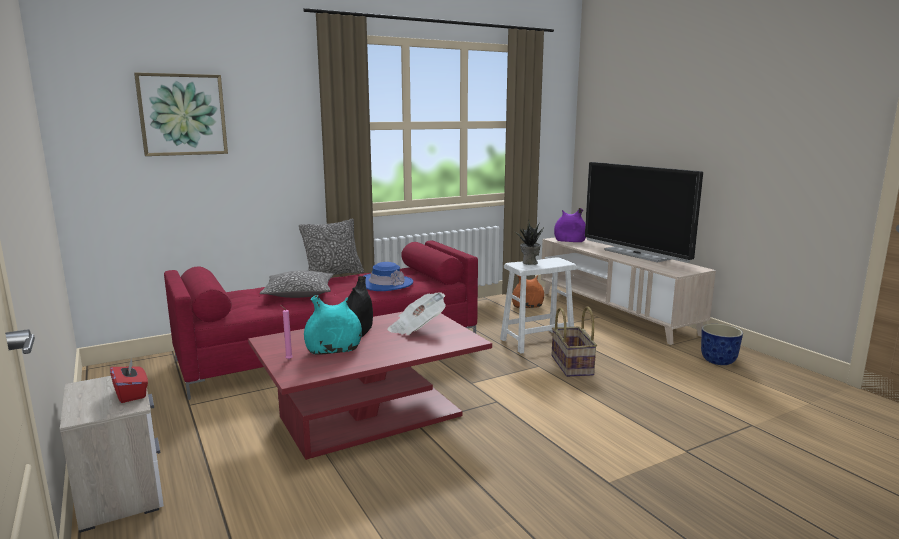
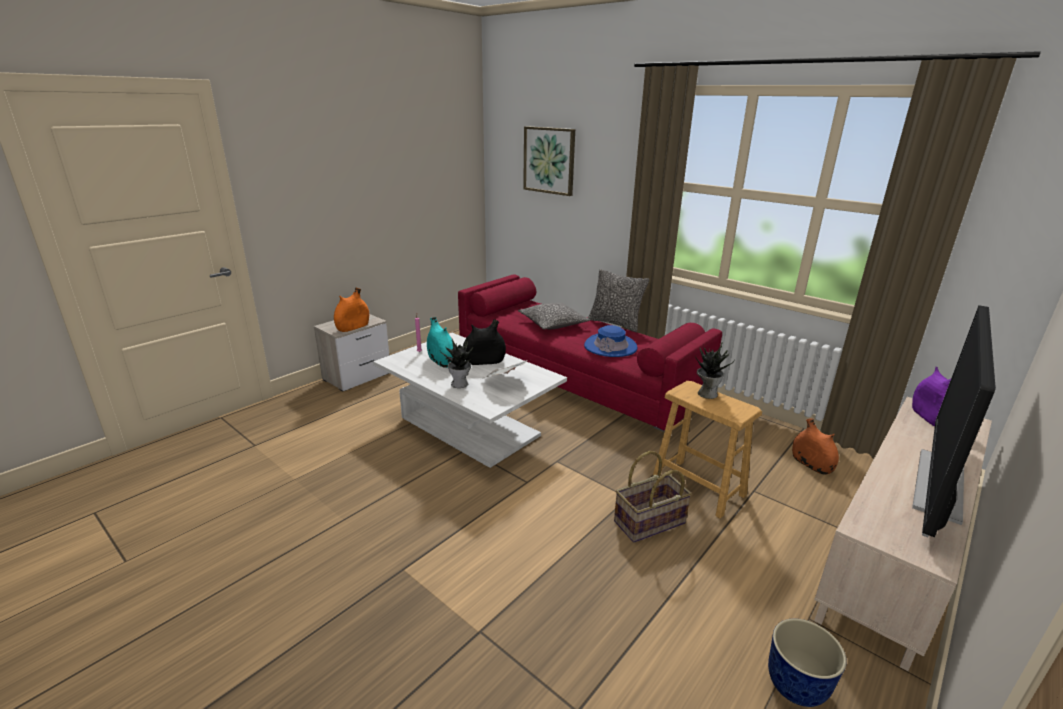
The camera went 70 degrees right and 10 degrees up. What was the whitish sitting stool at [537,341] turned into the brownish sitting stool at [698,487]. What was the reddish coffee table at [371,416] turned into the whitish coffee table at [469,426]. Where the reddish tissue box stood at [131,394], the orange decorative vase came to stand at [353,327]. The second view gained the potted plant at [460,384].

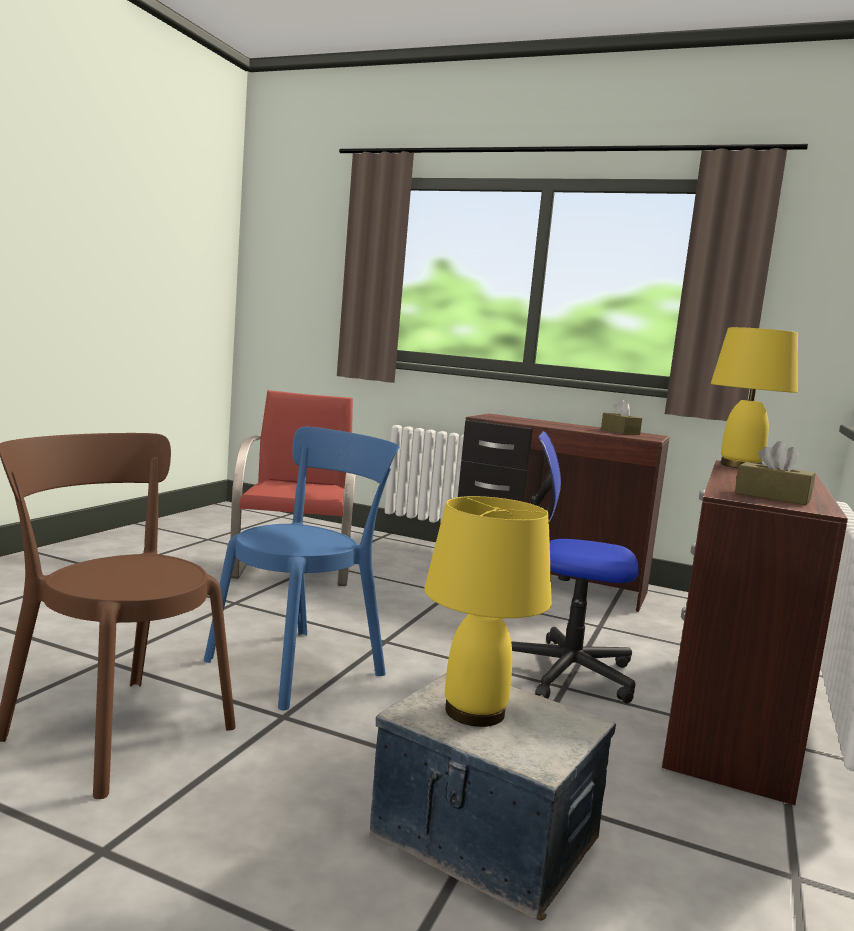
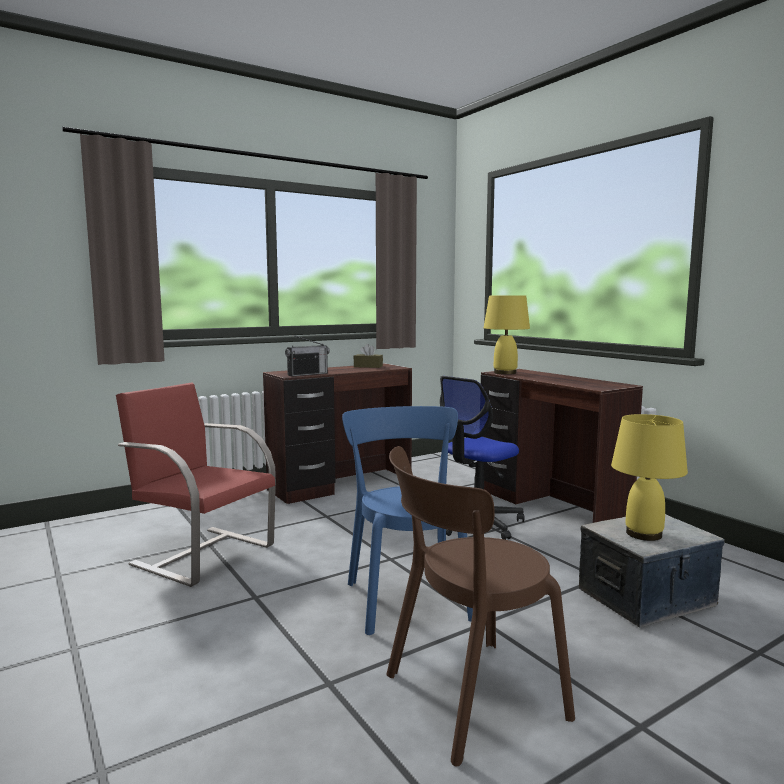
The camera went 55 degrees left and 0 degrees up. The second view lost the brownish tissue box at [772,497]. The second view gained the radio receiver at [307,374].

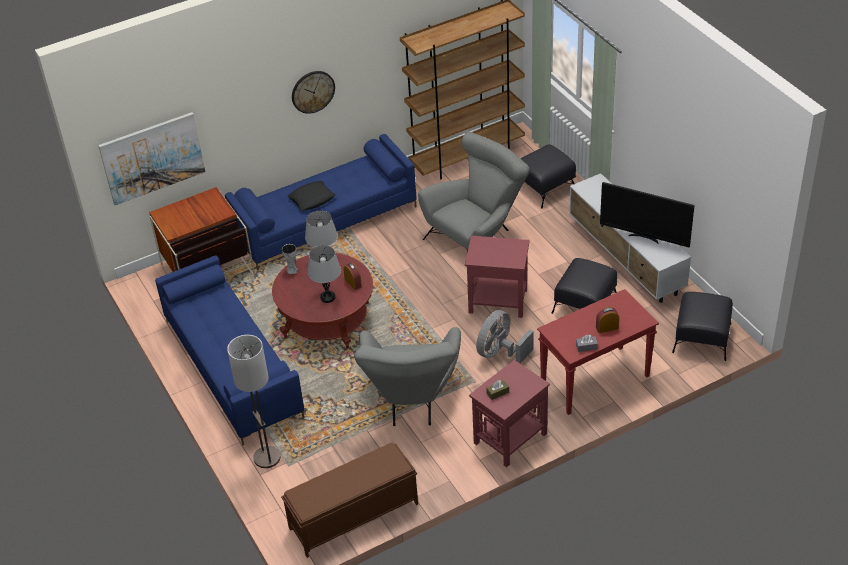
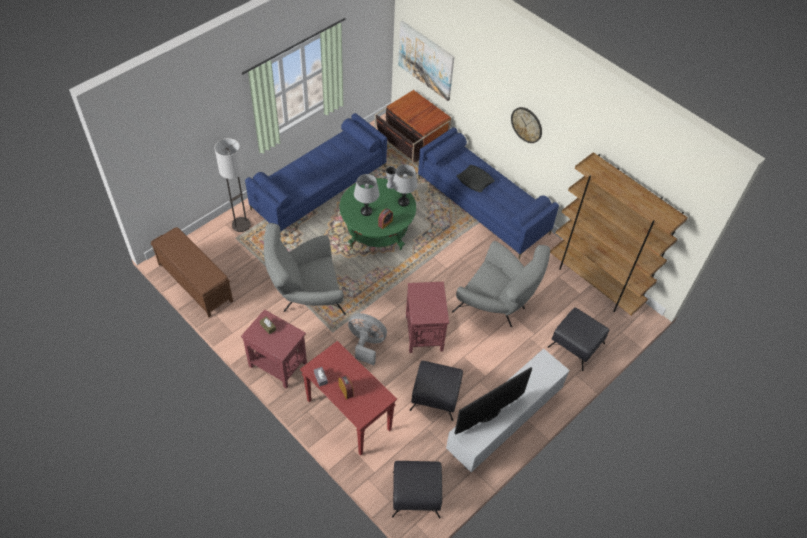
The camera went 70 degrees right and 10 degrees up. The TV at [644,237] ended up facing another way, 45 degrees clockwise from before. What was the reddish coffee table at [327,320] turned into the green coffee table at [377,229].

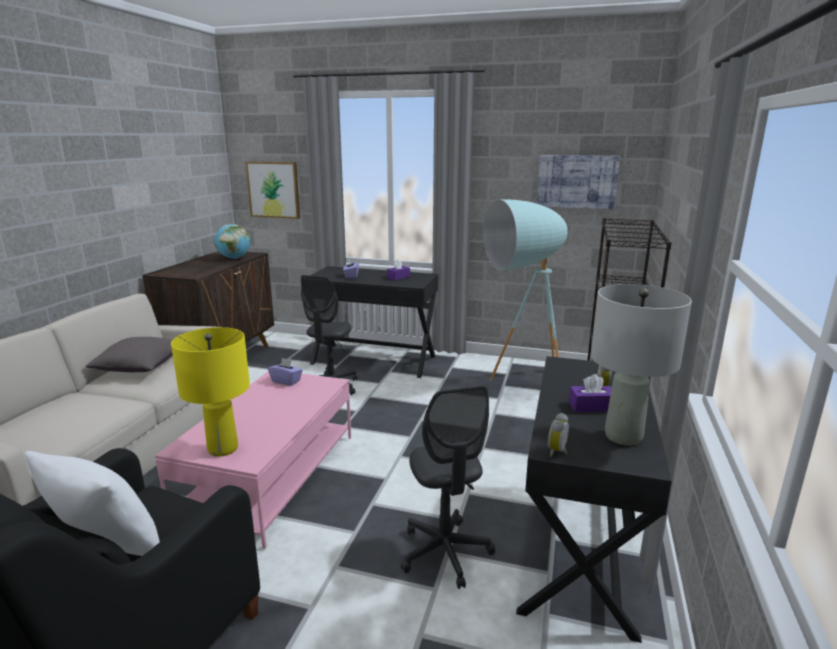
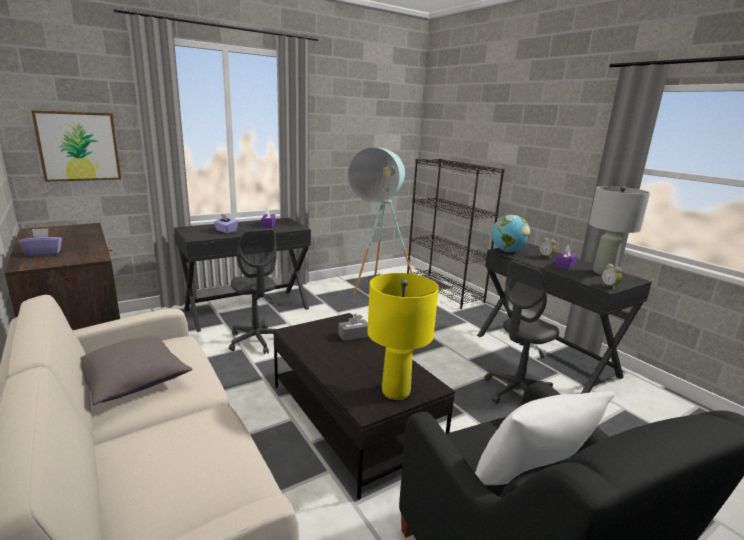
The camera went 50 degrees left and 0 degrees up. The second view lost the wall picture at [576,181]. The world globe ended up elsewhere, having gone from [234,258] to [507,251]. The purple tissue box ended up elsewhere, having gone from [286,381] to [44,253]. What was the pinkish coffee table at [271,476] turned into the black-coloured coffee table at [351,419]. The gray office chair at [445,552] ended up facing another way, 120 degrees clockwise from before. The second view gained the gray tissue box at [354,335].

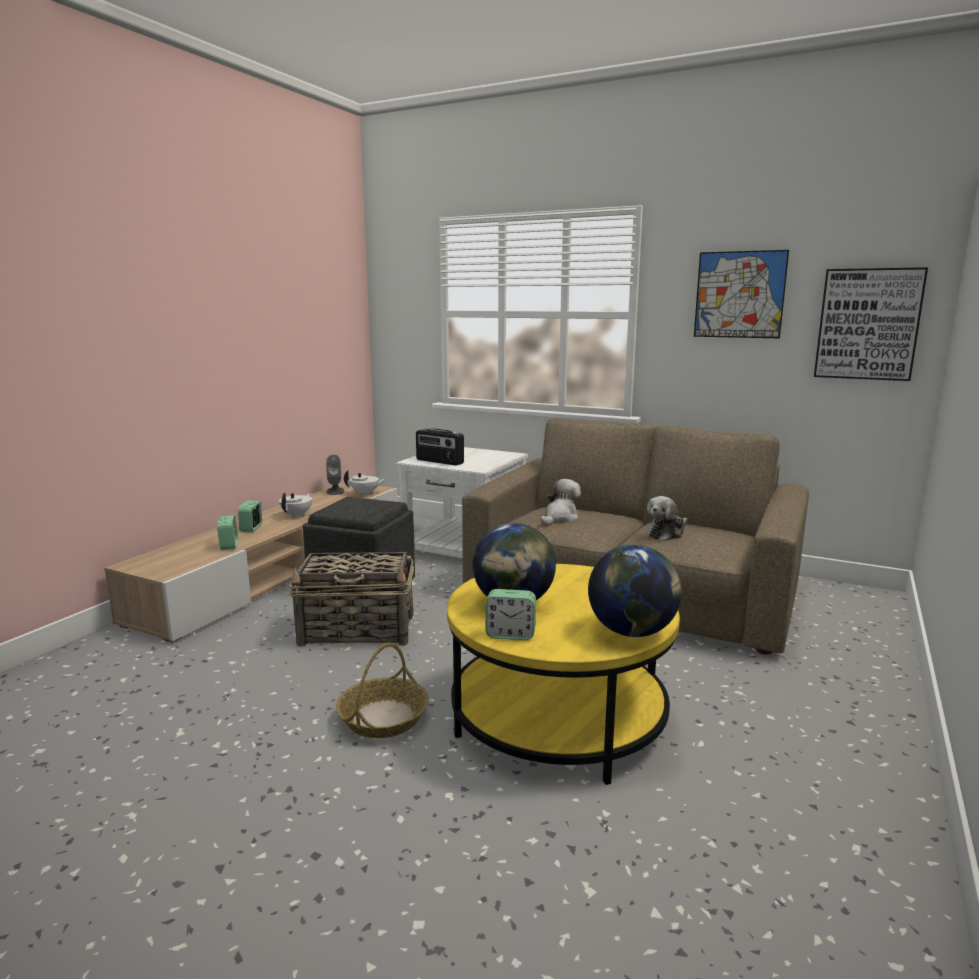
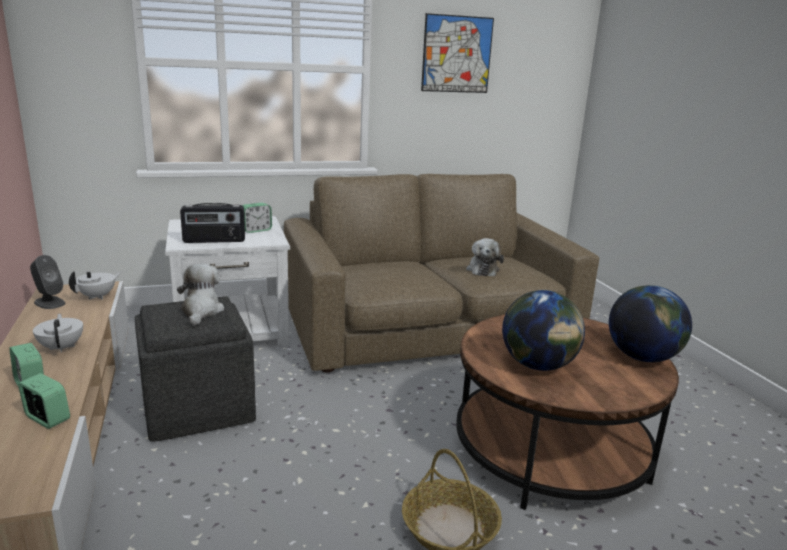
The camera went 45 degrees left and 5 degrees up. The second view lost the wall picture at [868,324]. The cuddly toy ended up elsewhere, having gone from [560,518] to [201,311]. The second view lost the basket at [358,630]. What was the yellow coffee table at [558,716] turned into the brownish coffee table at [550,450]. The bedside clock ended up elsewhere, having gone from [510,634] to [256,230].

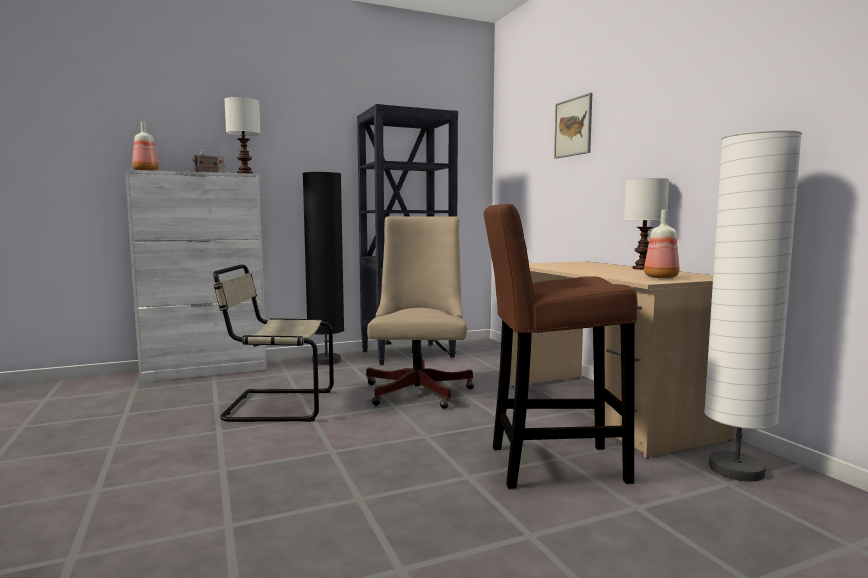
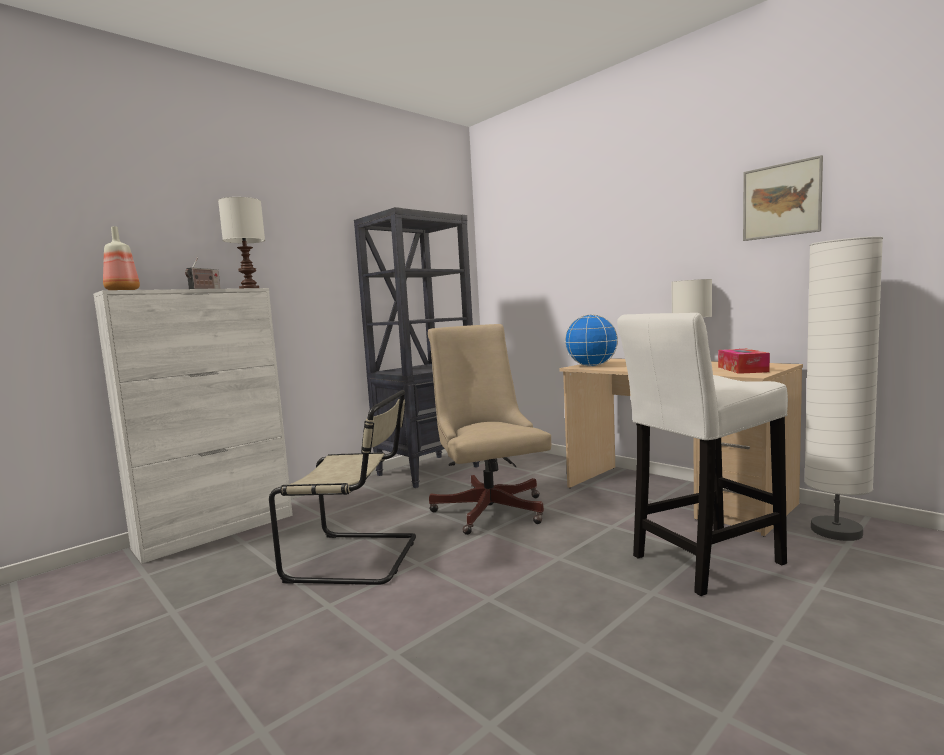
The camera went 20 degrees left and 0 degrees up. The wall picture ended up elsewhere, having gone from [573,127] to [781,200]. The second view lost the black-coloured standing lamp at [326,361]. What was the brownish sitting stool at [549,465] turned into the whitish sitting stool at [702,562]. Where the beverage bottle stood at [660,277], the tissue box came to stand at [742,369]. The beige-coloured chair at [275,406] ended up facing another way, 150 degrees counterclockwise from before. The second view gained the world globe at [591,366].

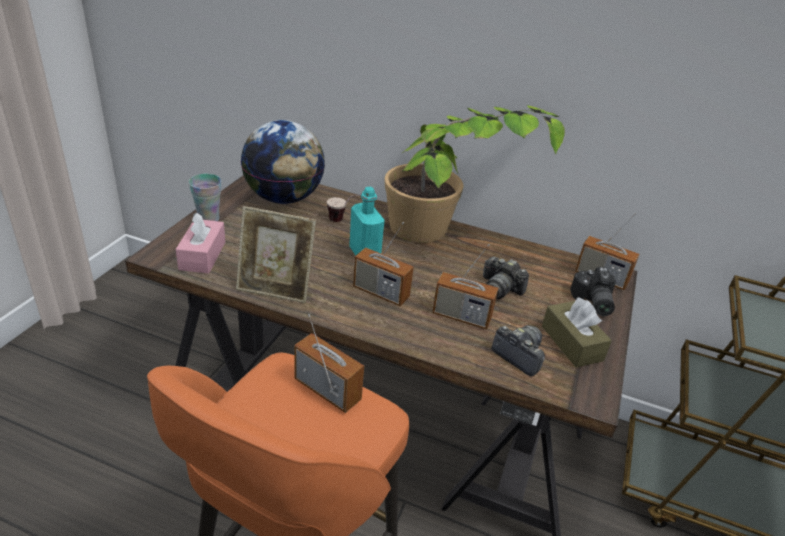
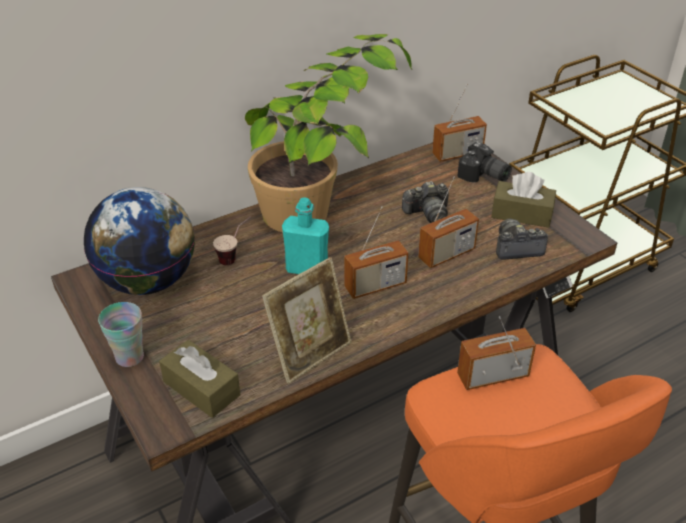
The camera went 50 degrees left and 5 degrees up. What was the pinkish tissue box at [202,255] turned into the brownish tissue box at [201,388].

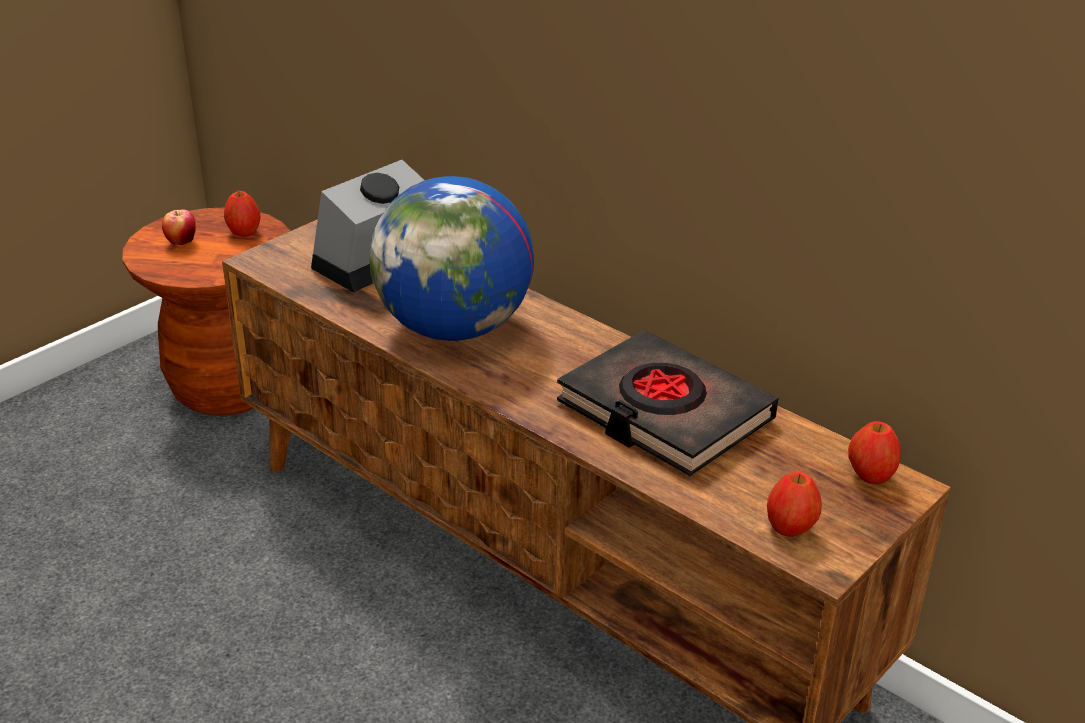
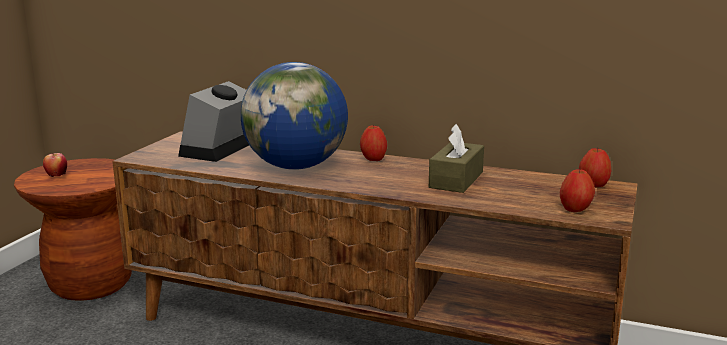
The camera went 20 degrees left and 15 degrees down. The apple fruit ended up elsewhere, having gone from [244,232] to [373,159]. Where the black-coloured volume stood at [664,412], the brownish tissue box came to stand at [456,180].

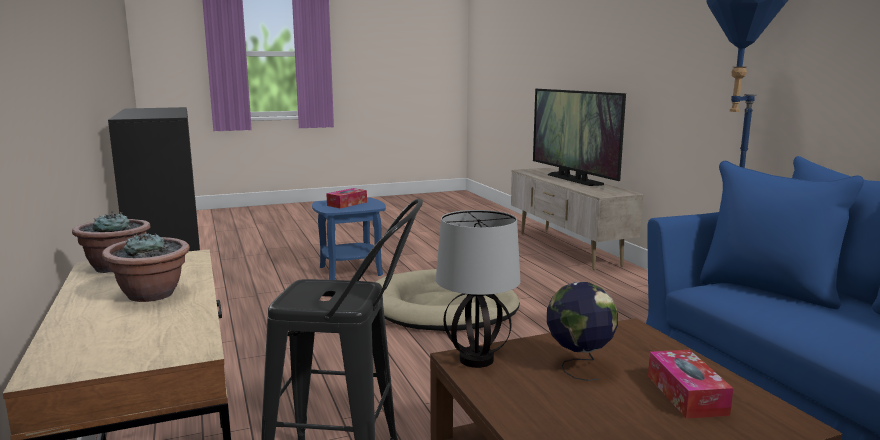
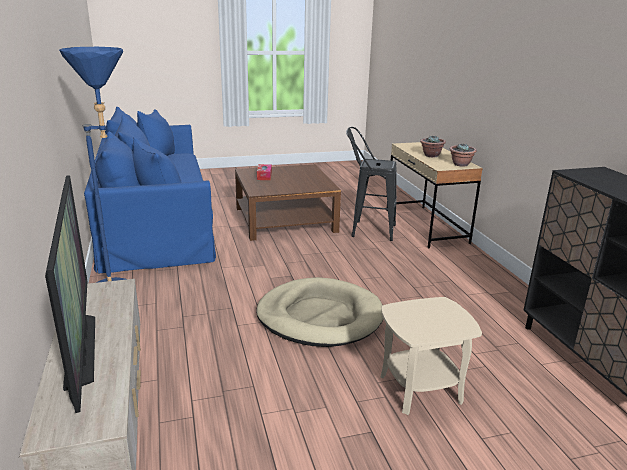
The camera went 175 degrees left and 10 degrees up. The second view lost the tissue box at [347,204]. What was the blue accent table at [350,271] turned into the beige-coloured accent table at [420,389]. The second view lost the lamp for a table at [477,359]. The second view lost the world globe at [579,366].

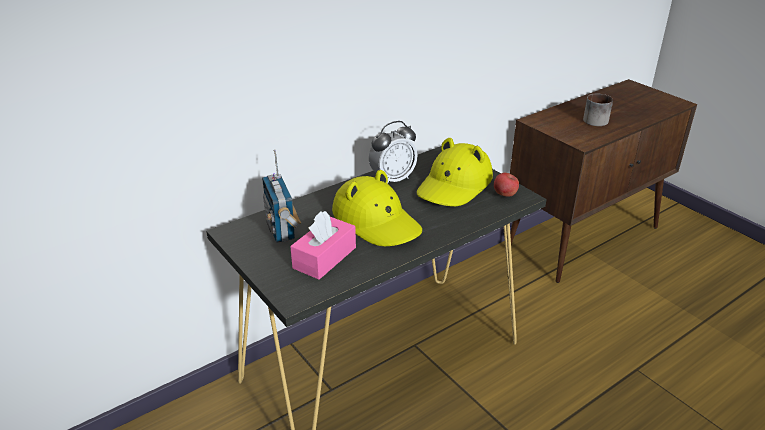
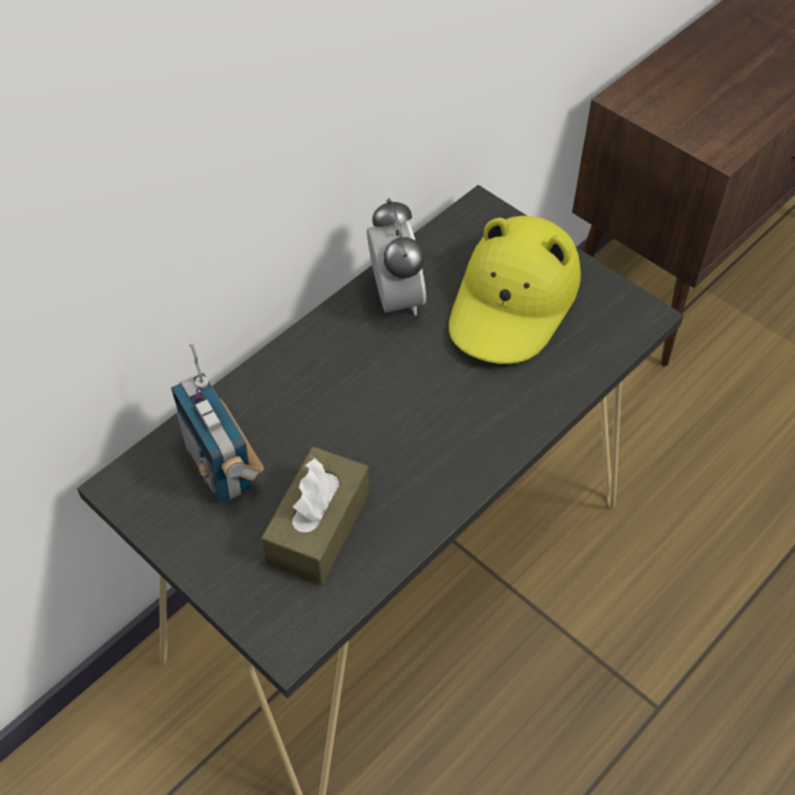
The camera went 10 degrees left and 20 degrees up. The second view lost the coffee mug at [597,119]. The bedside clock at [392,179] ended up facing another way, 60 degrees counterclockwise from before. The second view lost the yellow hat at [376,221]. The second view lost the apple fruit at [505,195]. What was the pinkish tissue box at [324,258] turned into the brownish tissue box at [318,527].

